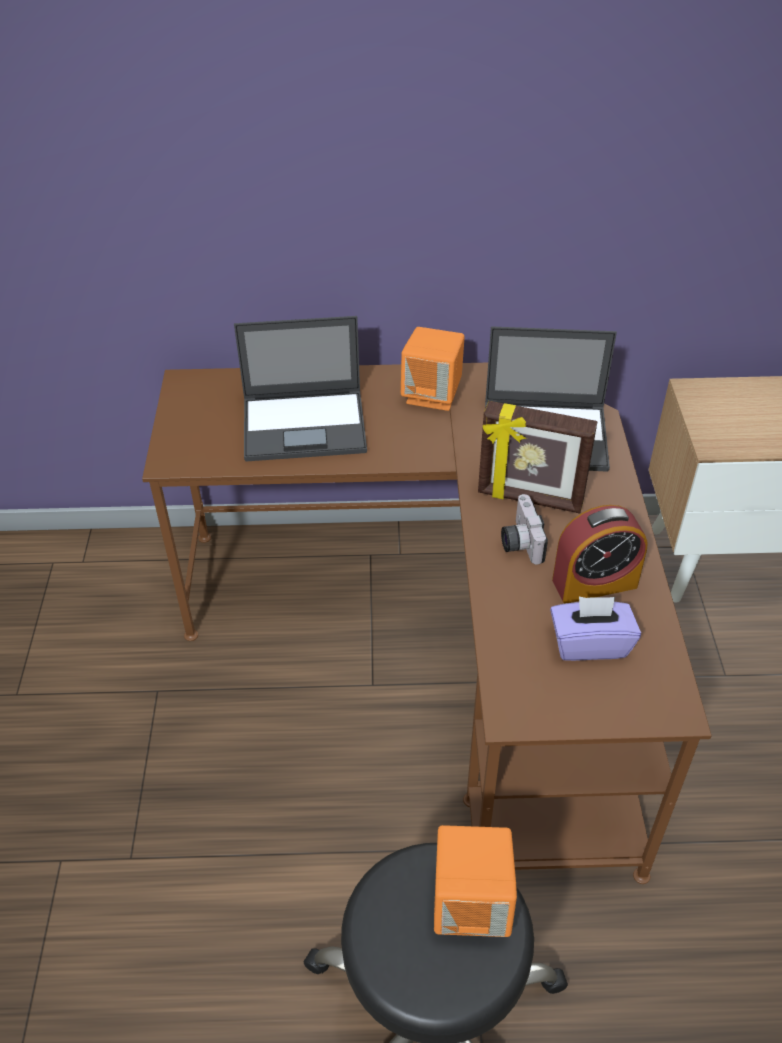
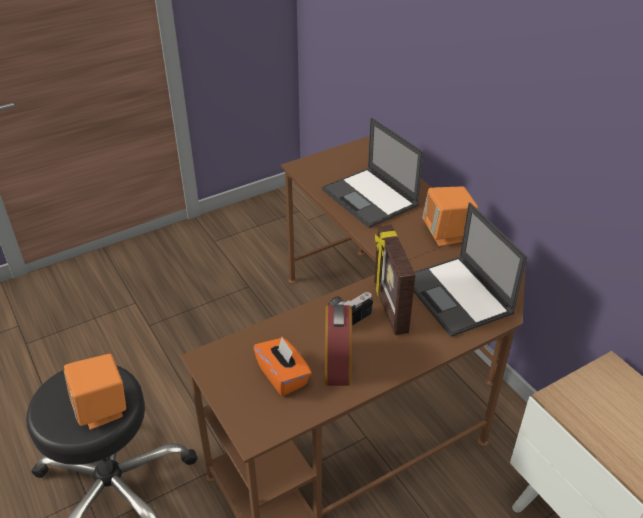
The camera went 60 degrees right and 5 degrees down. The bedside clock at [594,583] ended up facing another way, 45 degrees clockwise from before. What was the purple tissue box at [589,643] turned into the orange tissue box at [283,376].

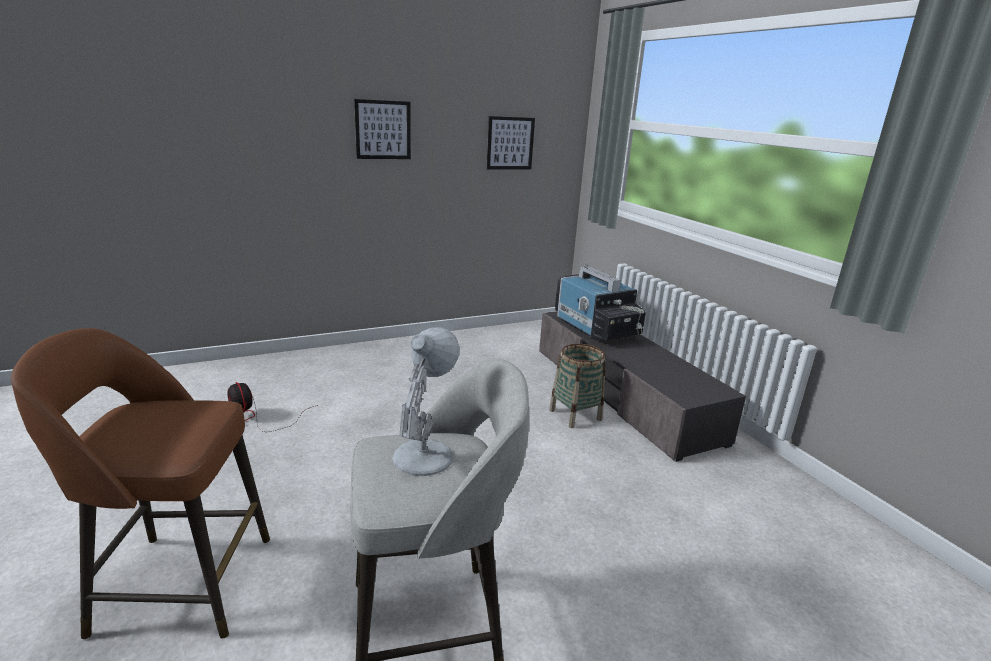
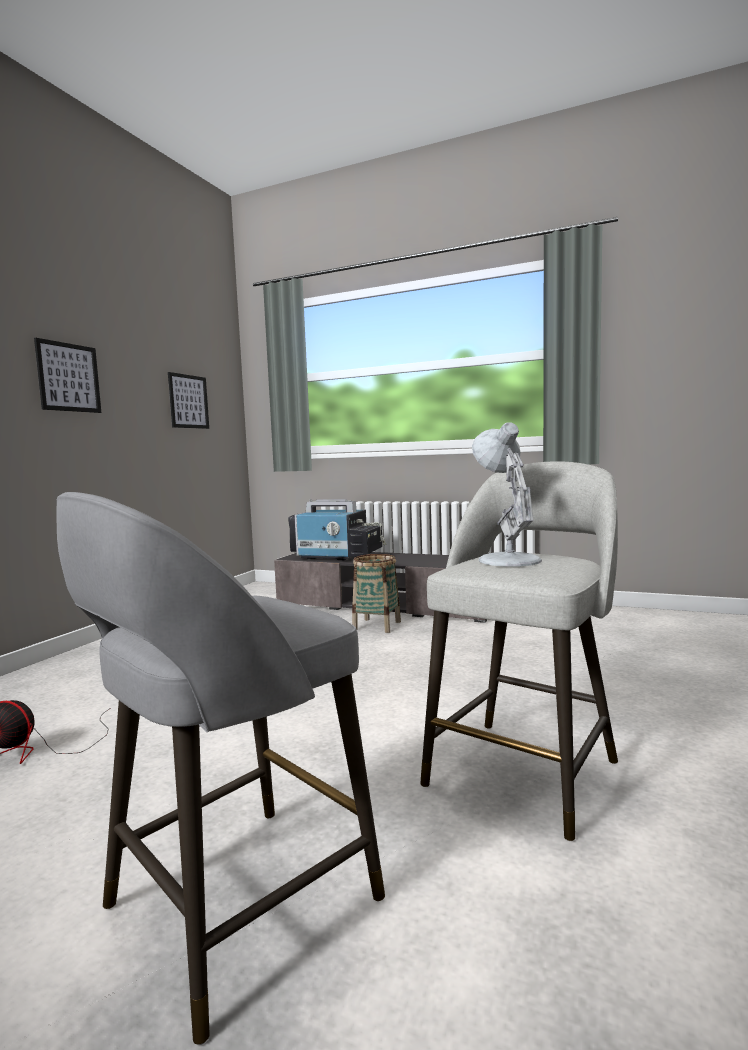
The camera went 40 degrees left and 15 degrees down. What was the brownish sitting stool at [179,583] turned into the gray sitting stool at [234,907].

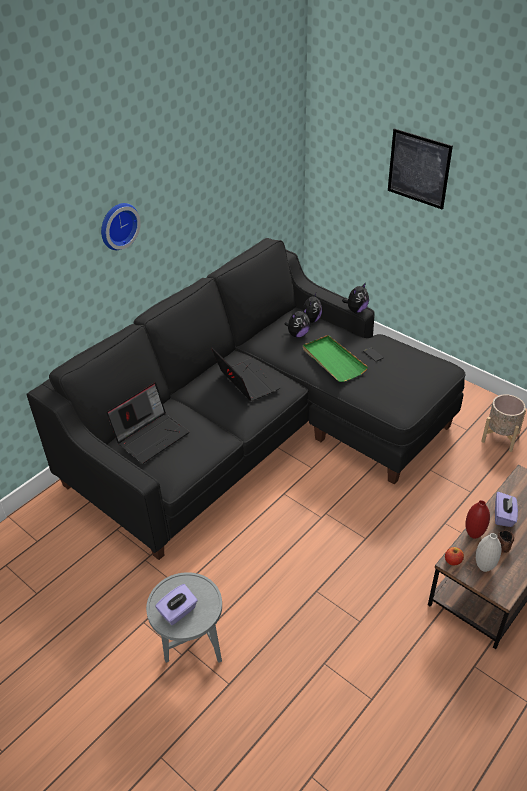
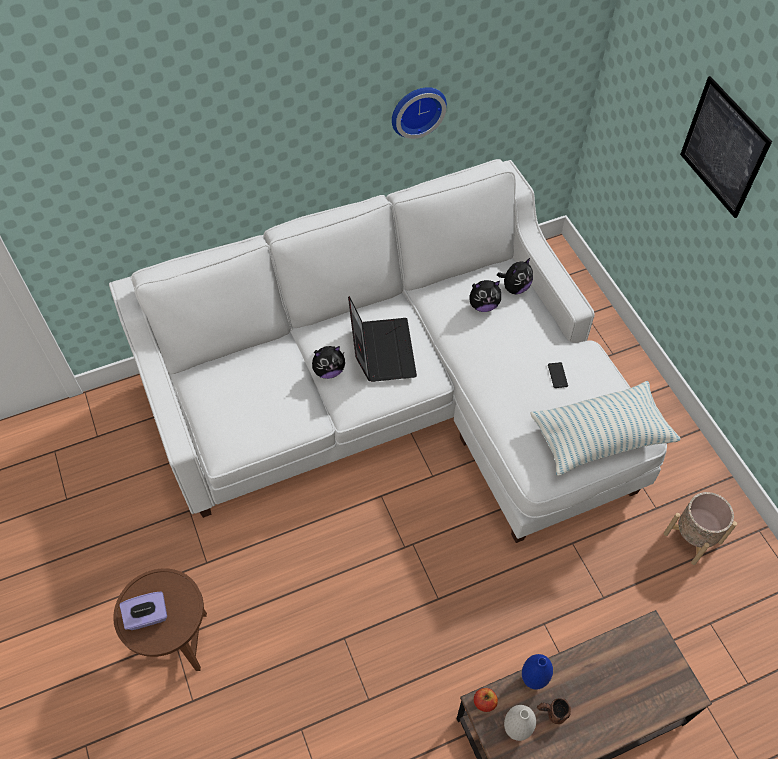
The camera went 25 degrees right and 15 degrees up. The hanging clock ended up elsewhere, having gone from [117,225] to [416,109]. What was the black-coloured sofa at [258,433] turned into the whitish sofa at [398,400]. The cuddly toy ended up elsewhere, having gone from [356,310] to [329,371]. The second view lost the green serving tray at [333,360]. The second view lost the notebook computer at [151,435]. The second view lost the purple tissue box at [504,516]. What was the reddish decorative vase at [473,534] turned into the blue decorative vase at [533,679]. What was the gray accent table at [191,649] turned into the brownish accent table at [178,641]. The second view gained the pillow at [600,436].

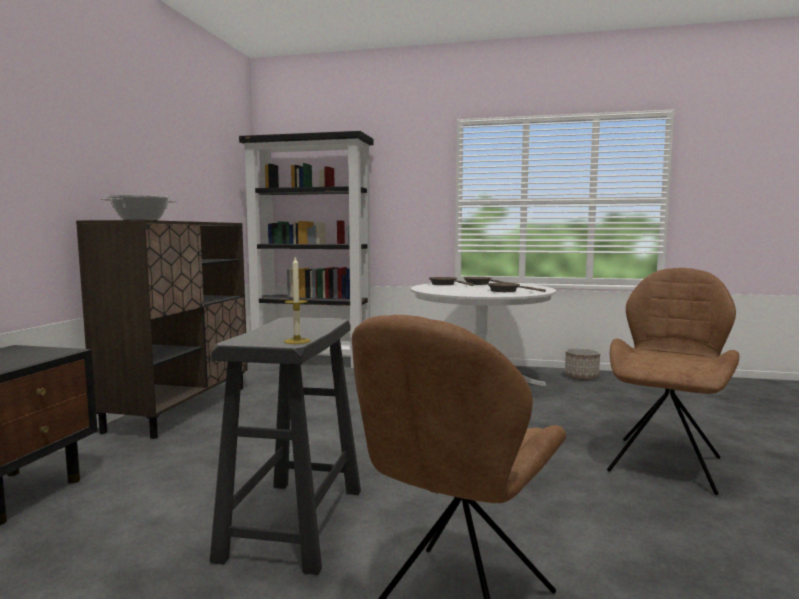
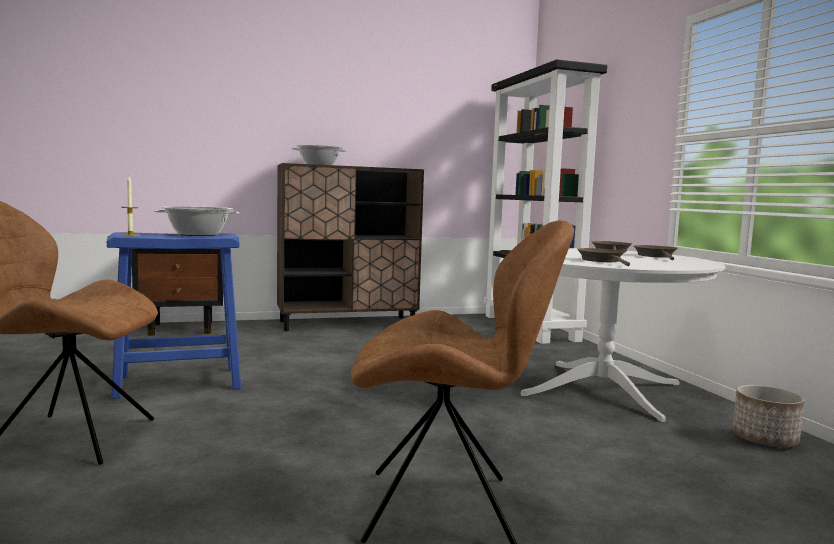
The camera went 60 degrees right and 0 degrees up. What was the black-coloured sitting stool at [295,522] turned into the blue sitting stool at [179,382]. The second view gained the stockpot at [198,234].

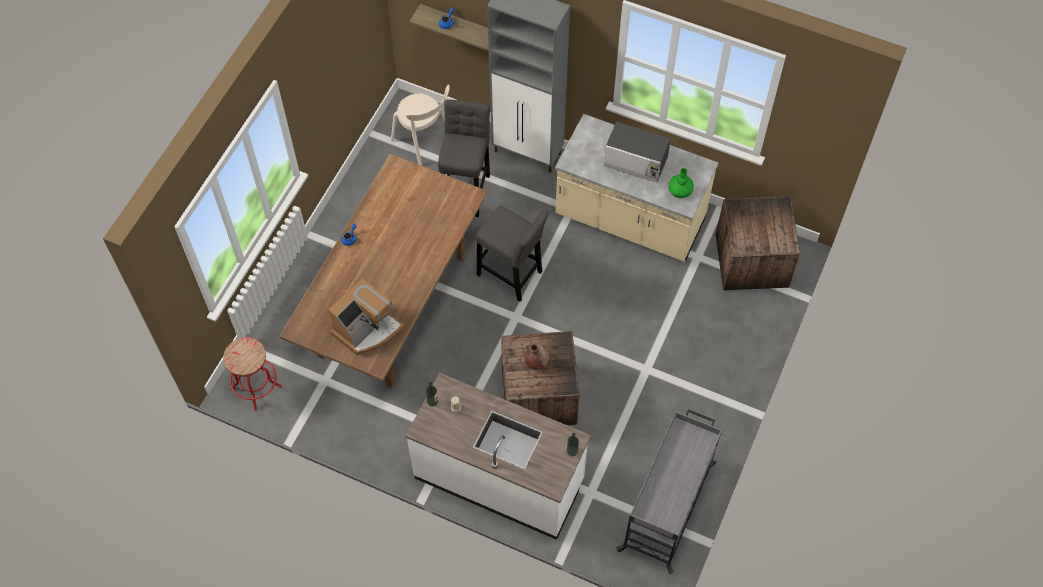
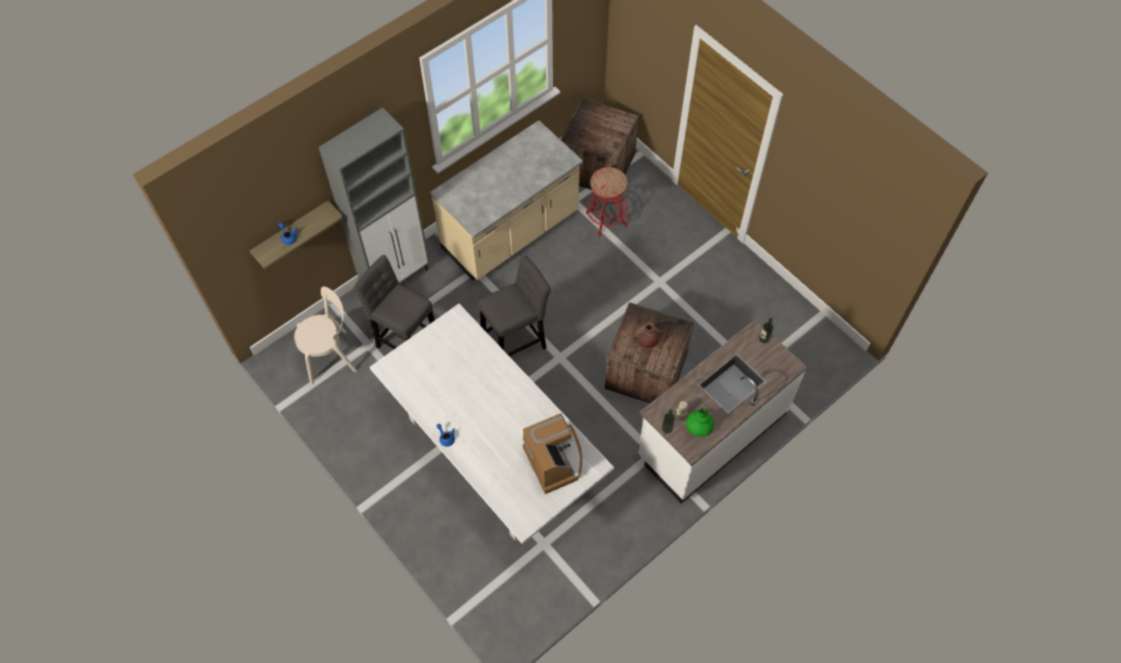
The camera went 65 degrees left and 0 degrees up. The second view lost the kitchen microwave at [636,162]. What was the brownish kitchen table at [393,303] turned into the whitish kitchen table at [492,451]. The green decorative vase ended up elsewhere, having gone from [680,190] to [699,426]. The reddish sitting stool ended up elsewhere, having gone from [256,387] to [606,219]. The second view lost the gray trolley at [668,505].

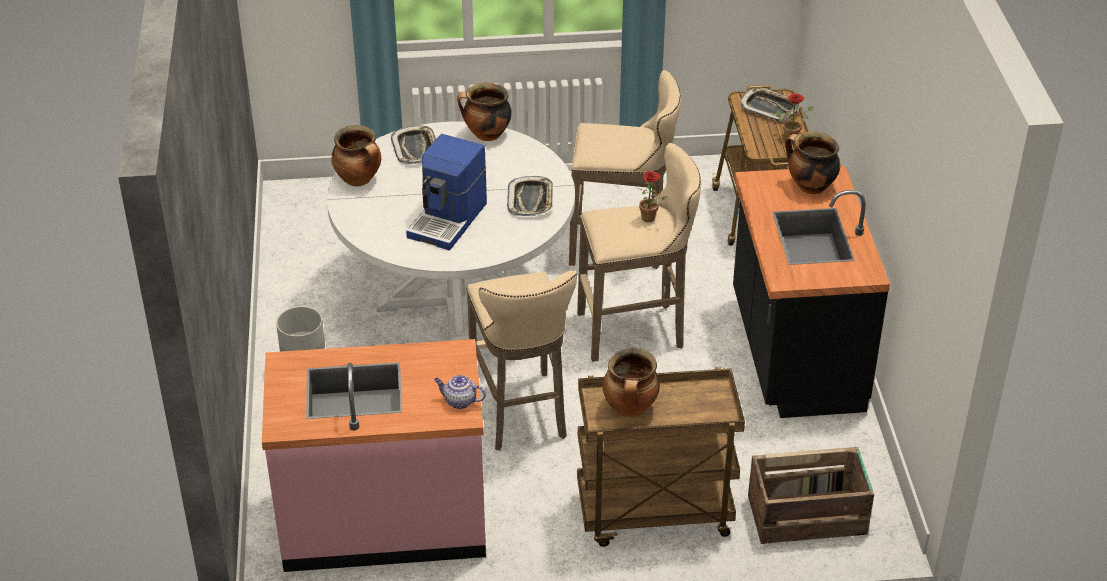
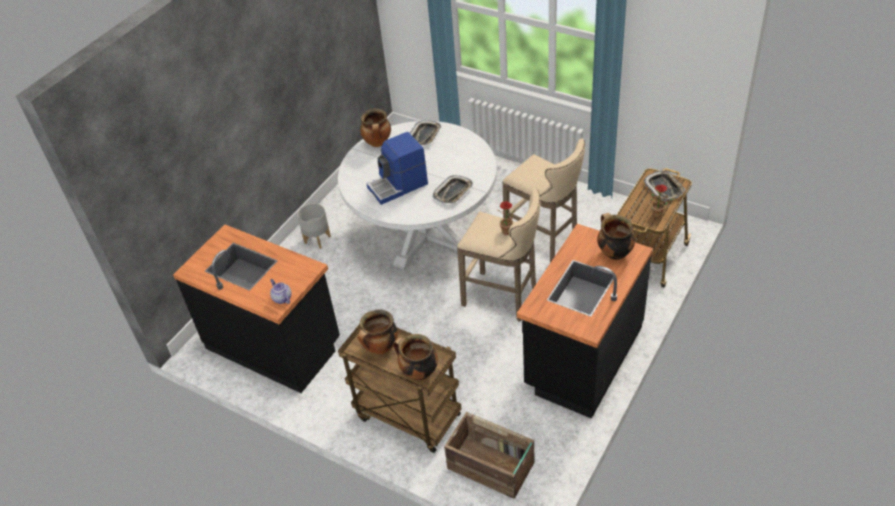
The camera went 40 degrees right and 5 degrees up. The stockpot ended up elsewhere, having gone from [486,135] to [418,372]. The second view lost the beige-coloured sitting stool at [521,415]. What was the pinkish kitchen counter at [383,519] turned into the black-coloured kitchen counter at [274,344].

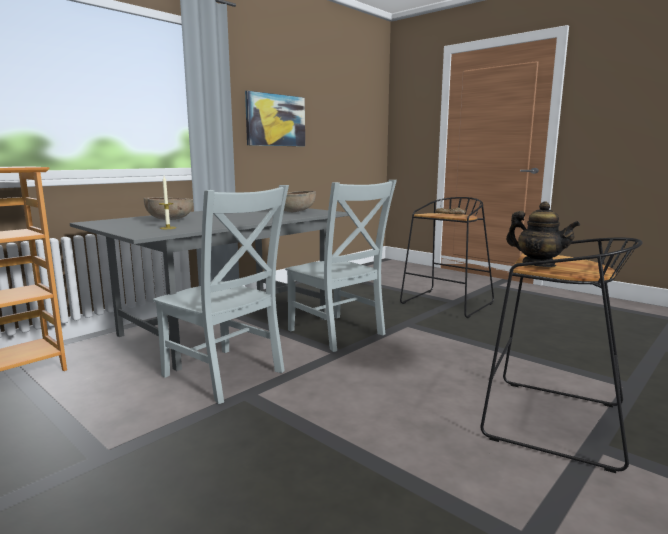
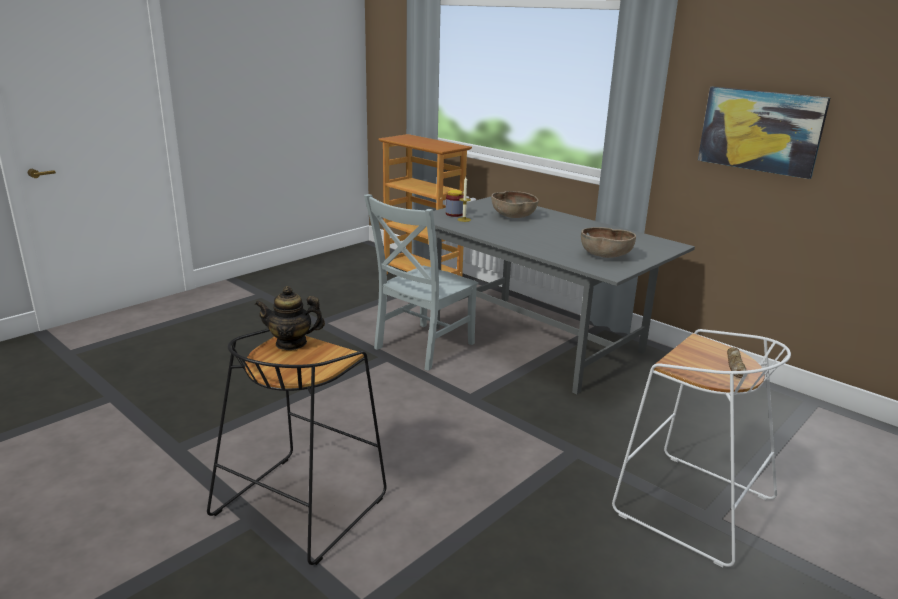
The camera went 90 degrees right and 10 degrees up. The second view lost the gray chair at [338,333]. What was the black-coloured sitting stool at [447,304] turned into the whitish sitting stool at [689,506]. The tea pot at [538,264] ended up facing another way, 45 degrees clockwise from before. The second view gained the preserve jar at [454,214].

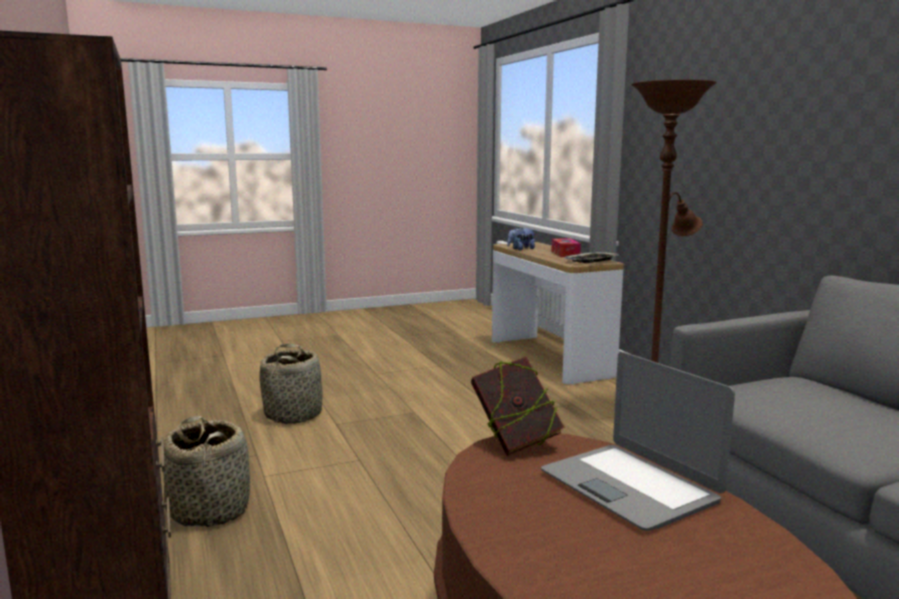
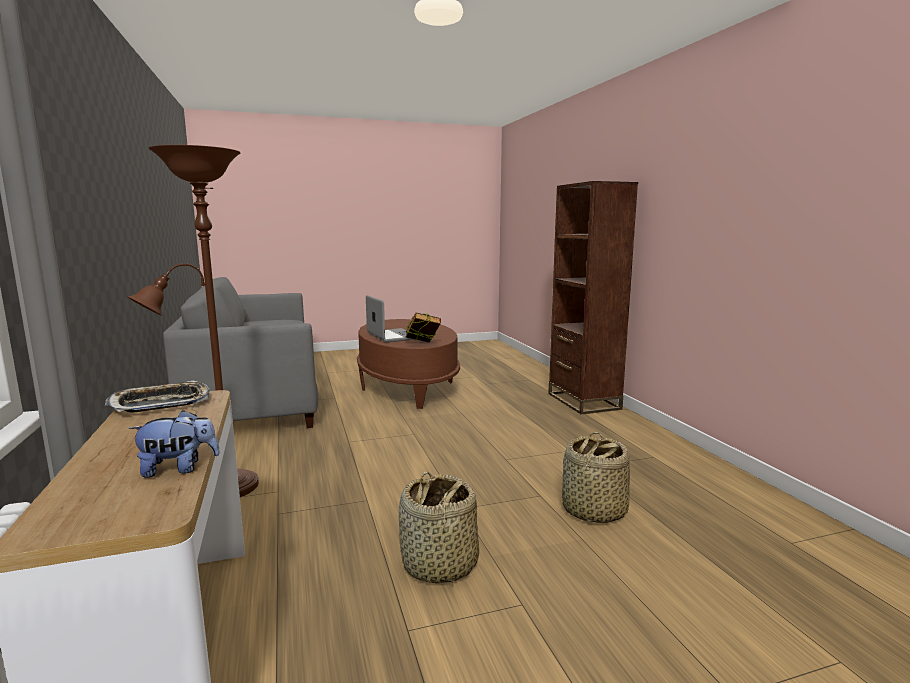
The camera went 175 degrees left and 0 degrees up. The second view lost the tissue box at [565,254]. The basket ended up elsewhere, having gone from [210,510] to [439,564].

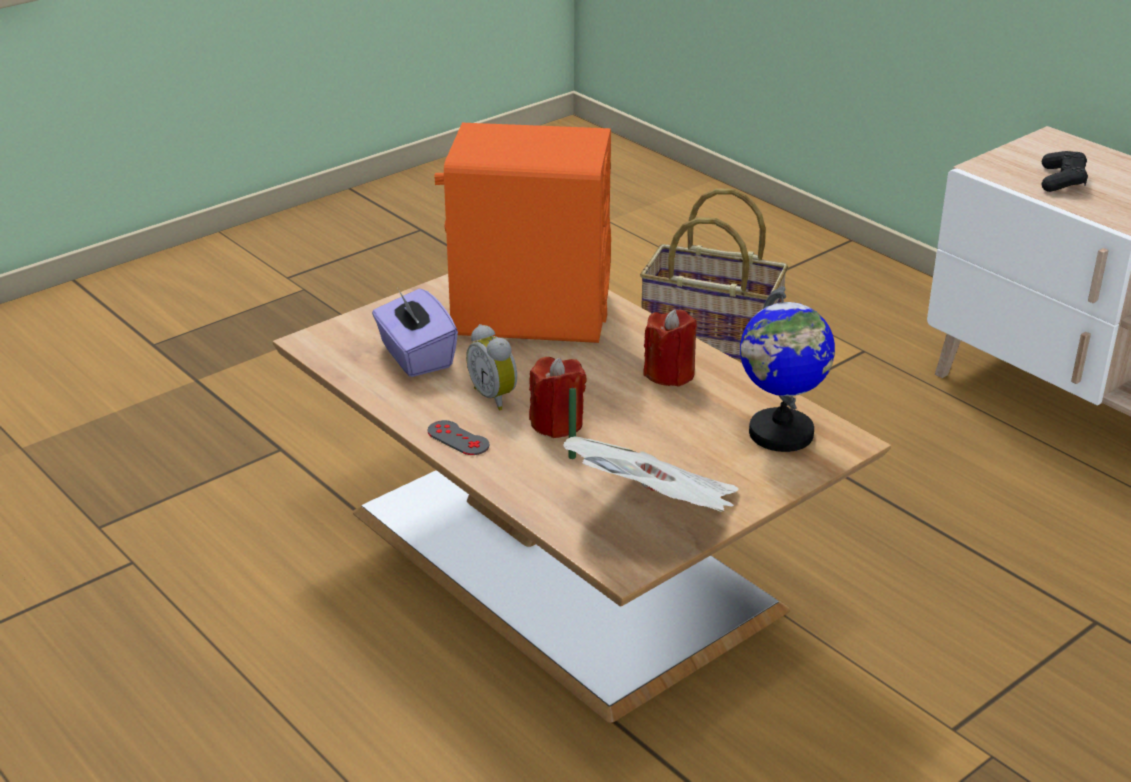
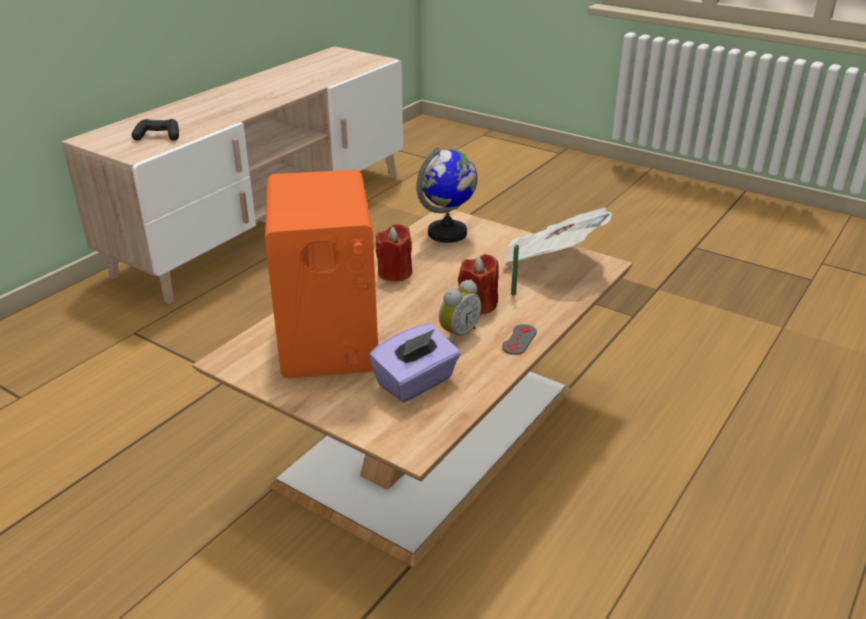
The camera went 105 degrees left and 0 degrees up. The second view lost the basket at [709,338].

